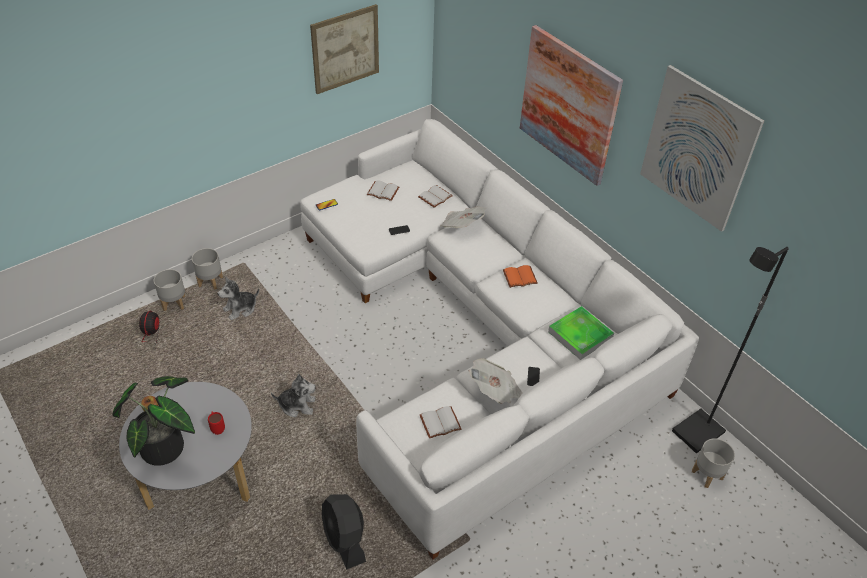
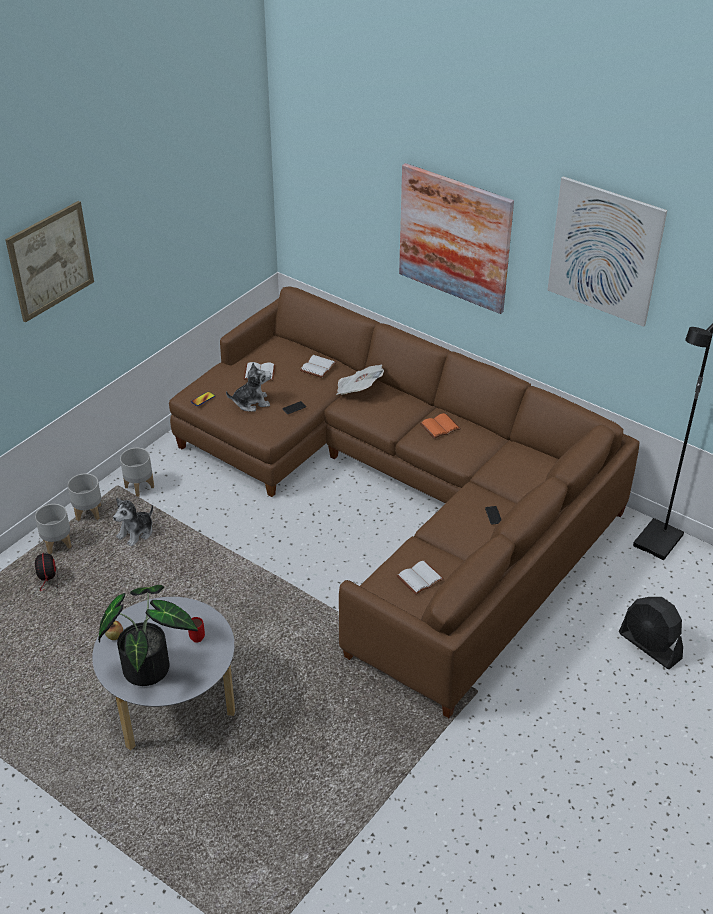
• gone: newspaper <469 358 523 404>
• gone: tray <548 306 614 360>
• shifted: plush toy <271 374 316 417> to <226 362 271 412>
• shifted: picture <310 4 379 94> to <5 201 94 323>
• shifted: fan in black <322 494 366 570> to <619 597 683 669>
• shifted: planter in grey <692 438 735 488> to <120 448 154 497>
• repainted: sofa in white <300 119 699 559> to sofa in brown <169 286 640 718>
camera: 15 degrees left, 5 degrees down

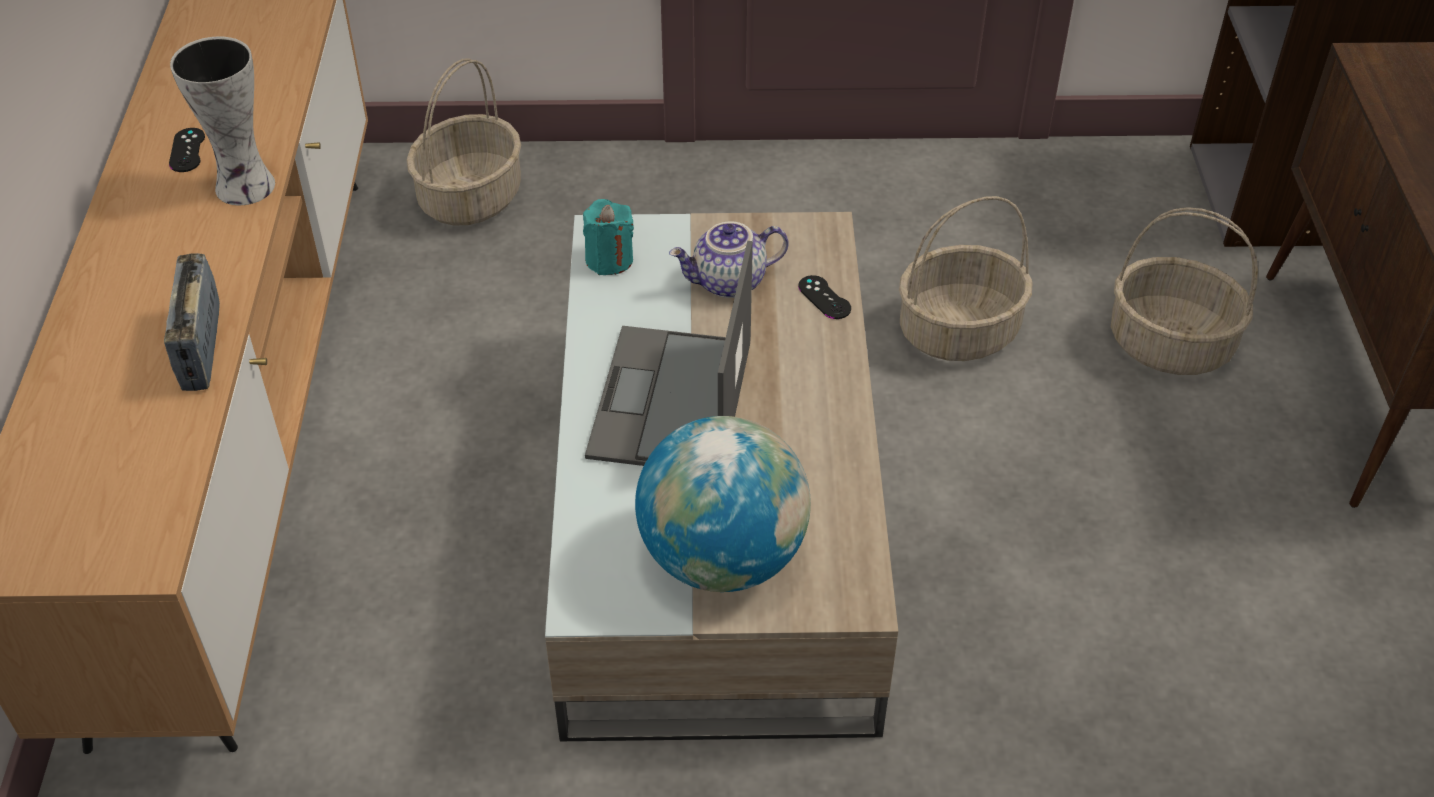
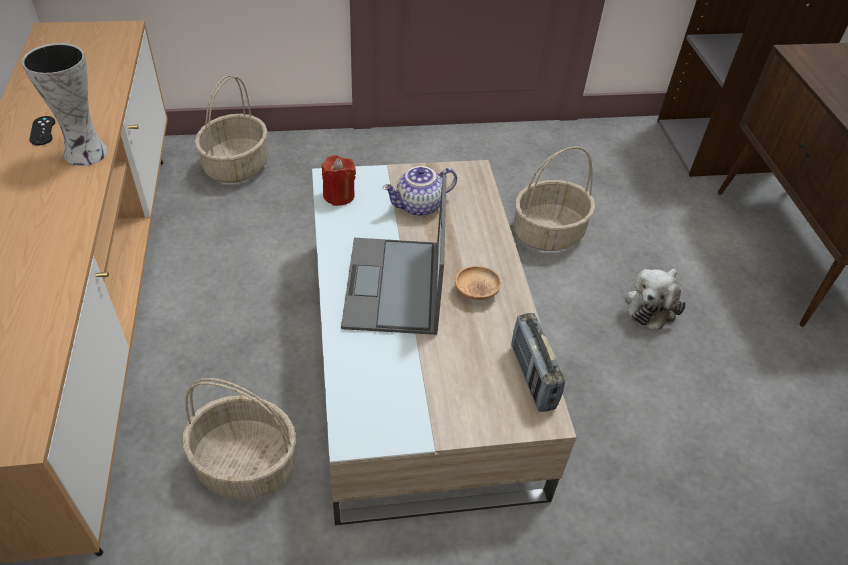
• gone: globe <635 416 811 592>
• gone: game controller in black <798 275 851 319>
• new: bowl in brown <455 266 501 300>
• new: plush toy <625 269 686 331>
• shifted: radio <164 253 220 391> to <511 313 565 412>
• shifted: basket <1111 207 1258 375> to <182 378 296 500>
• repainted: candle in turquoise <583 199 634 275> to candle in red <322 155 356 206>
camera: 10 degrees left, 0 degrees up

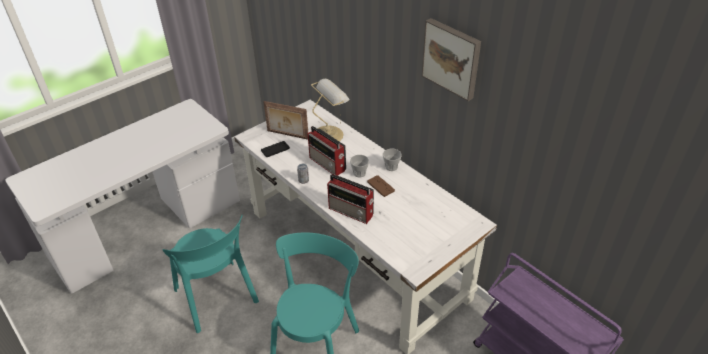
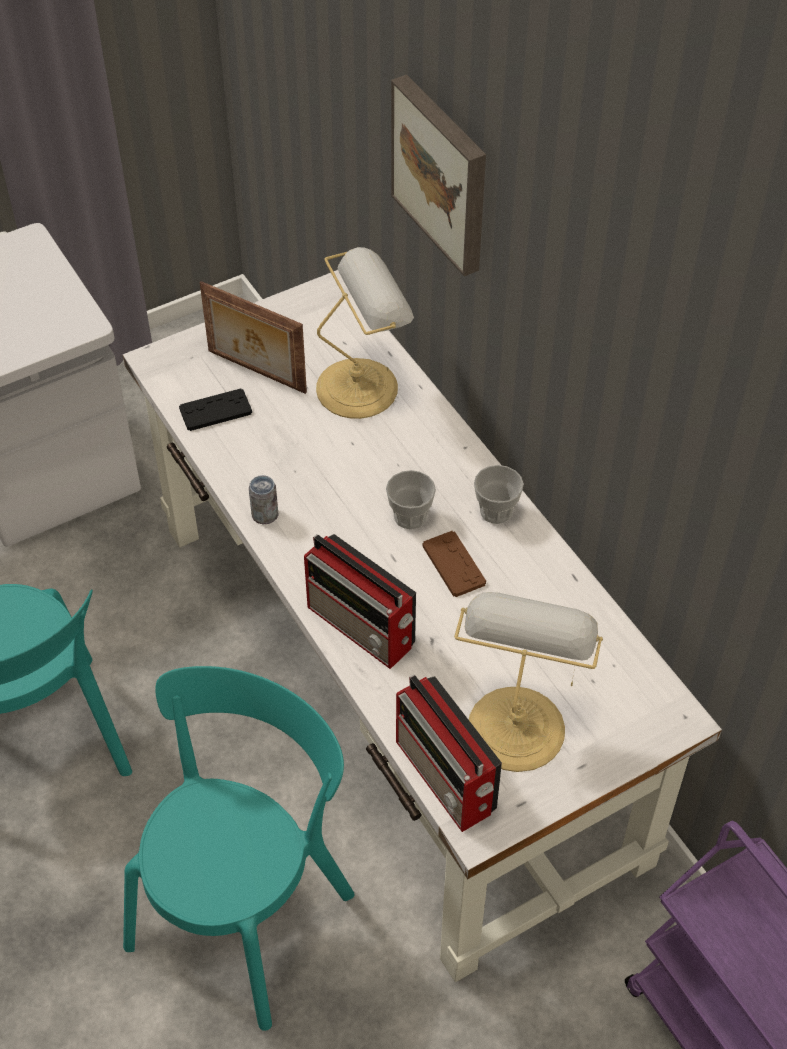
• new: table lamp <454 592 603 772>
• shifted: radio <308 126 346 176> to <396 674 502 832>
• shifted: picture <422 18 481 101> to <391 75 486 276>
camera: 10 degrees right, 10 degrees up

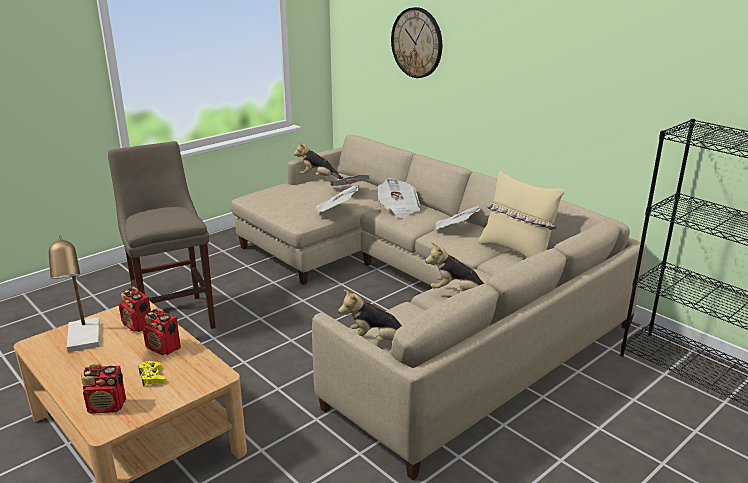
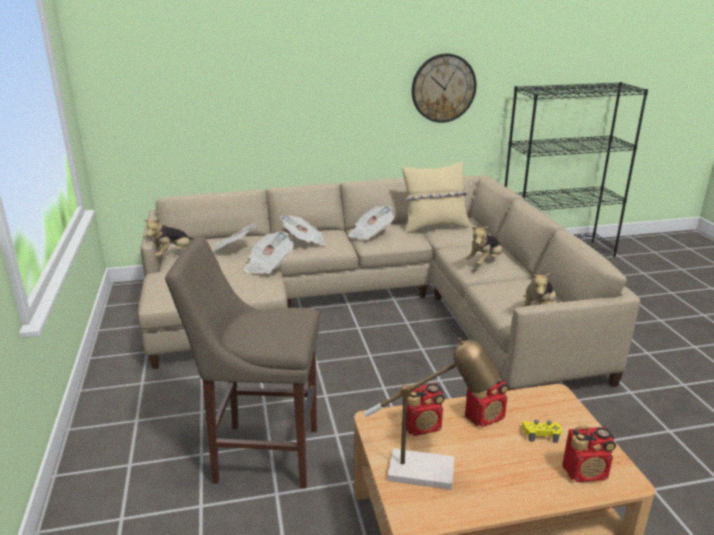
• shifted: wall clock <391 7 442 78> to <412 54 477 123>
• rotated: radio <81 364 126 414> = <562 425 616 482> 60 degrees clockwise
camera: 60 degrees left, 0 degrees up

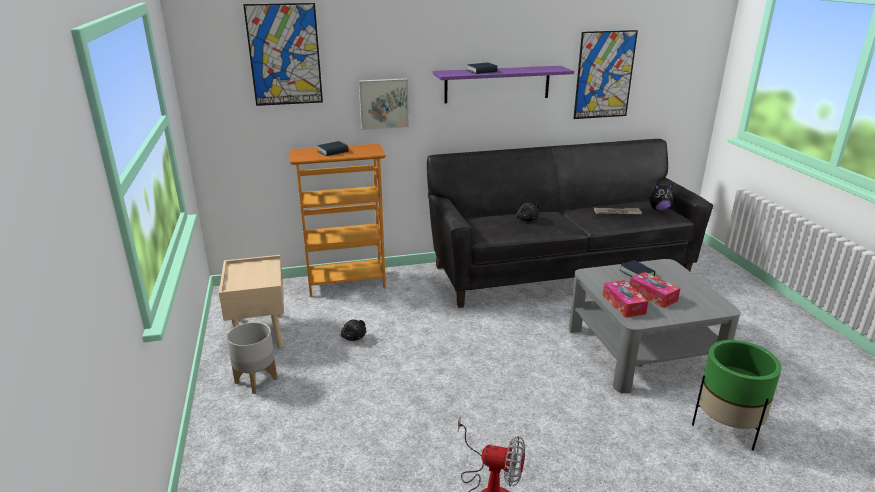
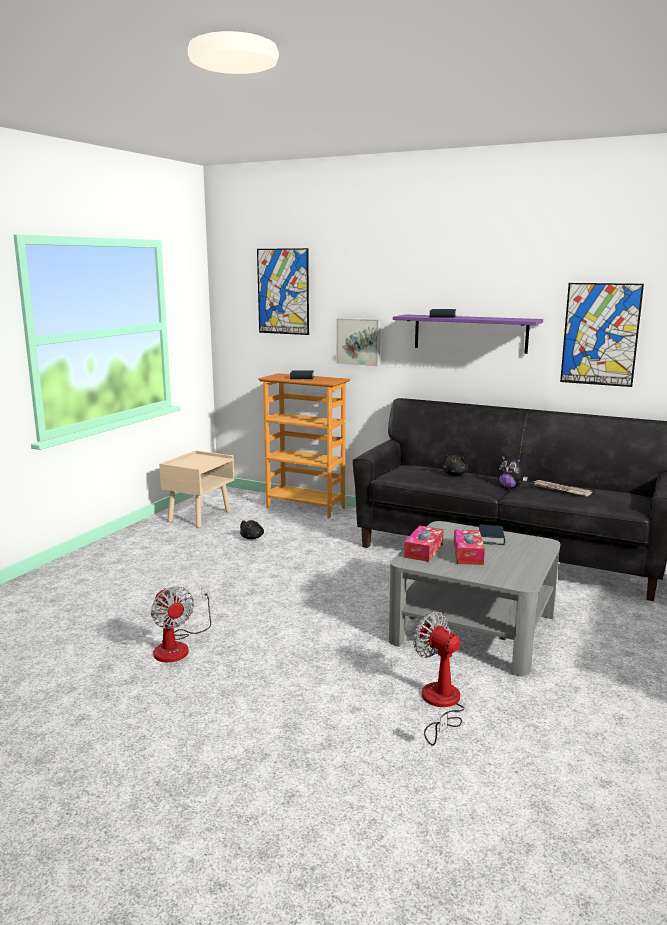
• gone: planter in grey <227 322 277 394>
• shifted: plush toy <649 184 673 211> to <497 455 528 488>
• swapped: planter in green <692 340 782 451> to fan <413 612 464 746>
camera: 40 degrees right, 10 degrees down

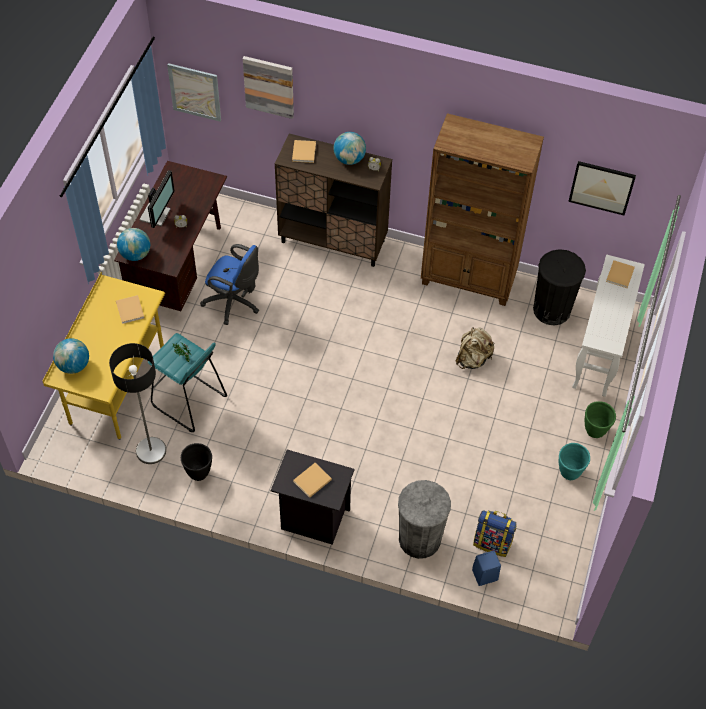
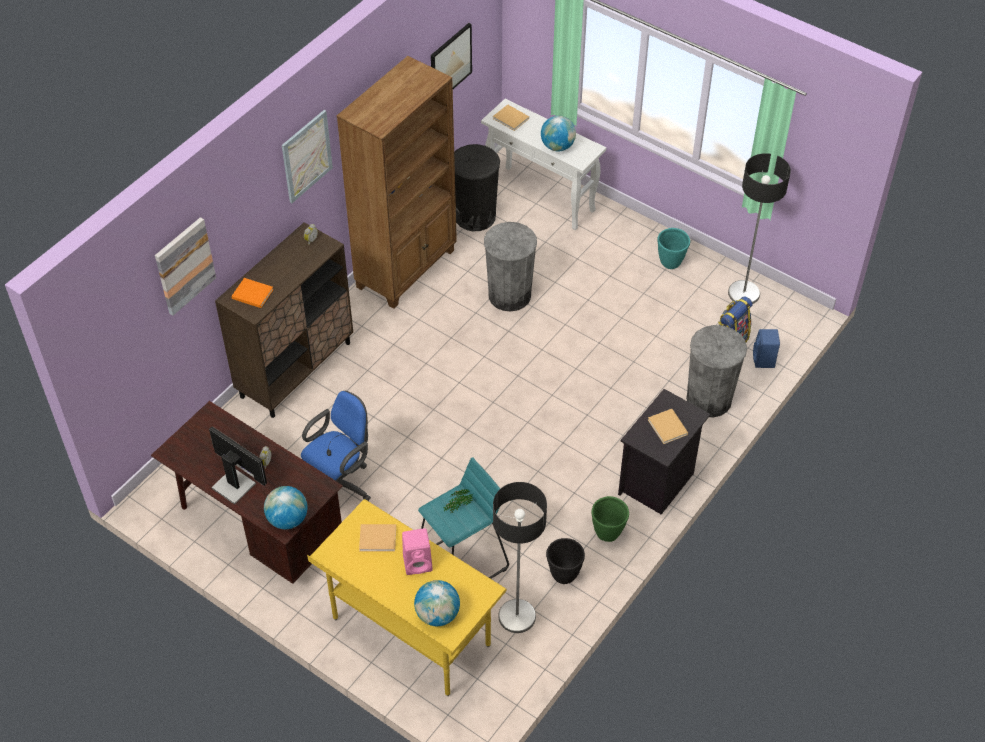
• new: speaker in pink <402 528 433 575>
• new: floor lamp <728 153 791 304>
• shifted: picture <167 63 221 122> to <282 110 333 203>
• shifted: globe <334 132 366 165> to <541 116 576 151>
• shifted: planter in green <585 401 616 438> to <592 496 629 542>
• swapped: backpack in beige <456 327 494 369> to trash can in grey <484 222 537 312>
• repainted: book in beige <292 140 316 163> to book in orange <231 278 274 308>
camera: 70 degrees left, 5 degrees down

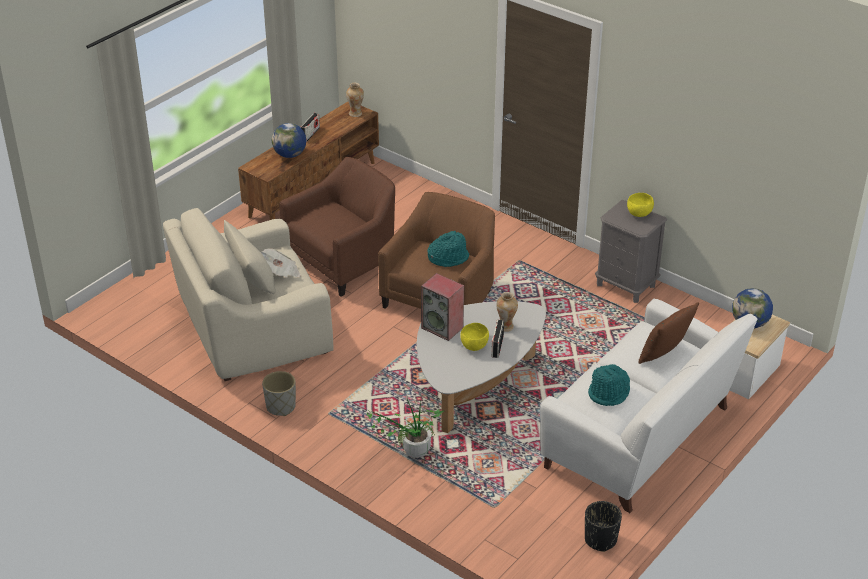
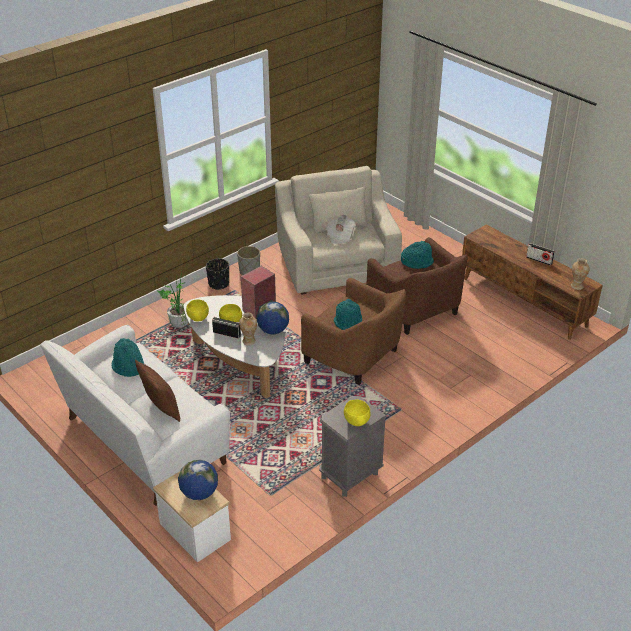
• new: bowl in yellow <186 300 209 321>
• new: hat in turquoise <401 241 434 269>
• shifted: globe <272 123 306 158> to <256 302 289 334>
• shifted: planter in black <585 501 622 552> to <206 258 229 290>
camera: 100 degrees right, 0 degrees up

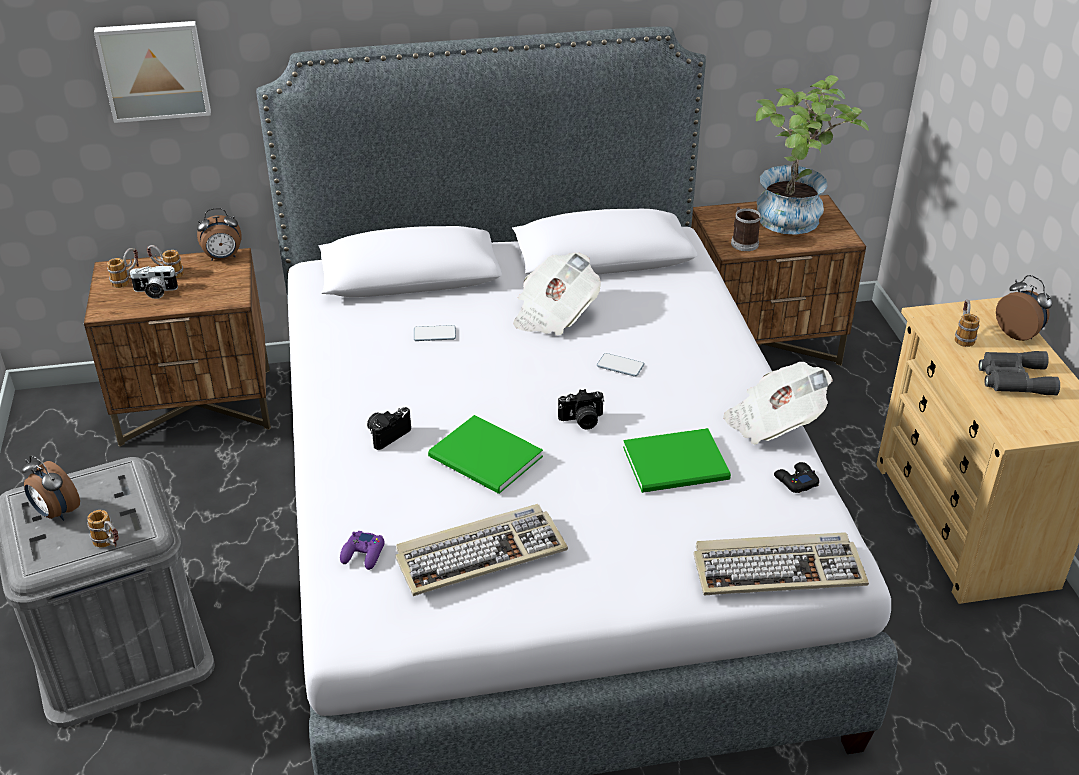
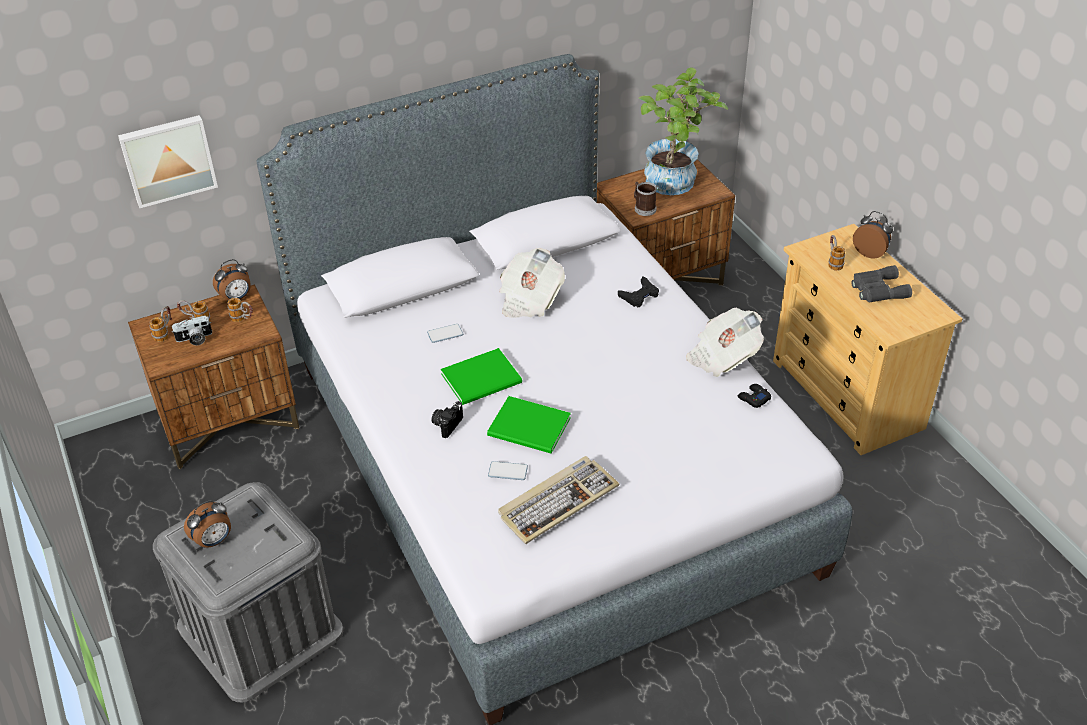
• gone: game controller in purple <340 531 385 570>
• gone: photo camera <558 389 604 430>
• gone: keyboard <693 533 869 596>
• new: game controller in black <618 277 659 308>
• shifted: mug <87 510 119 548> to <228 298 253 322>
• shifted: phone <597 353 644 377> to <488 461 528 480>
• shifted: book in green <623 428 731 493> to <441 348 522 405>
• rotated: alarm clock <21 455 80 521> = <184 501 231 548> 60 degrees counterclockwise
camera: 15 degrees left, 5 degrees up

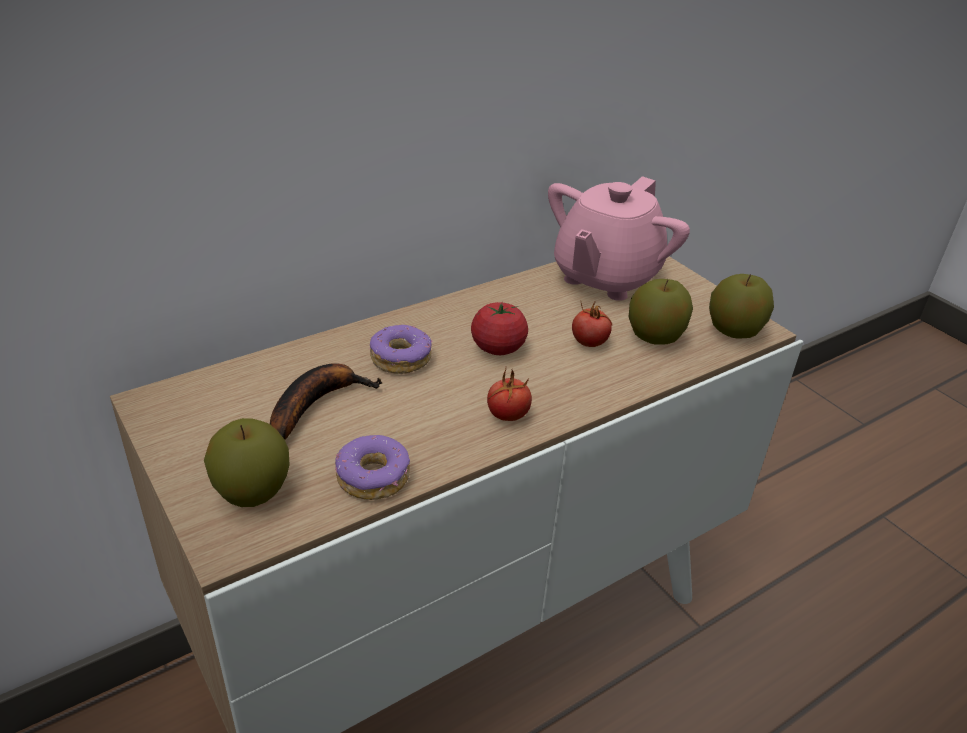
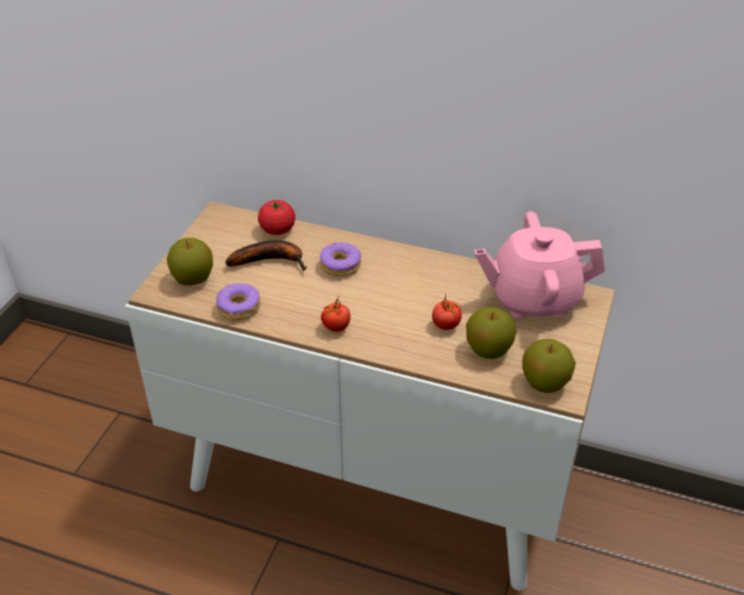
• shifted: tomato <471 302 528 355> to <258 200 295 235>
camera: 55 degrees right, 5 degrees up

